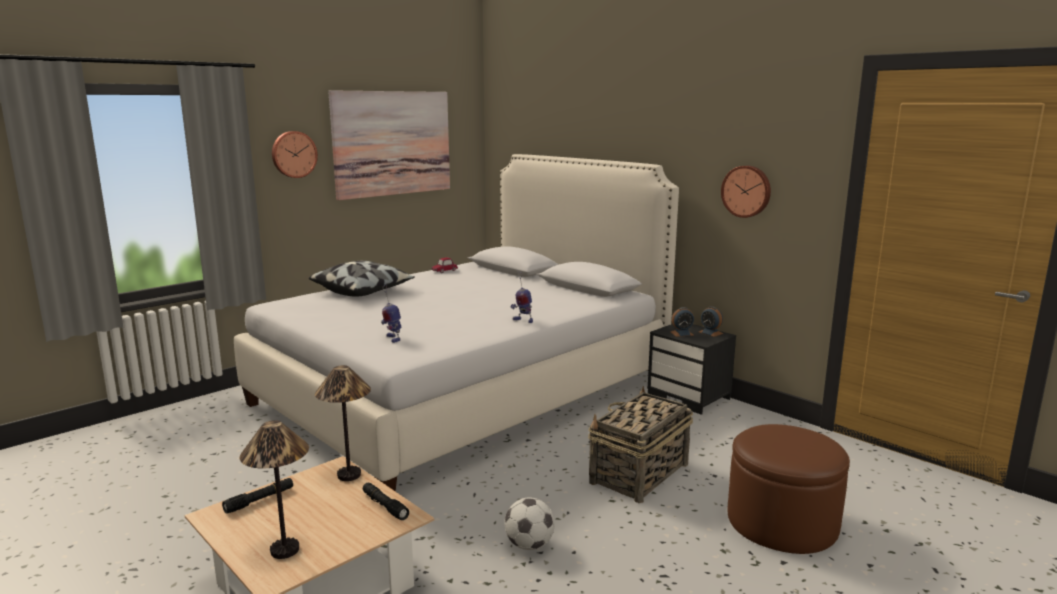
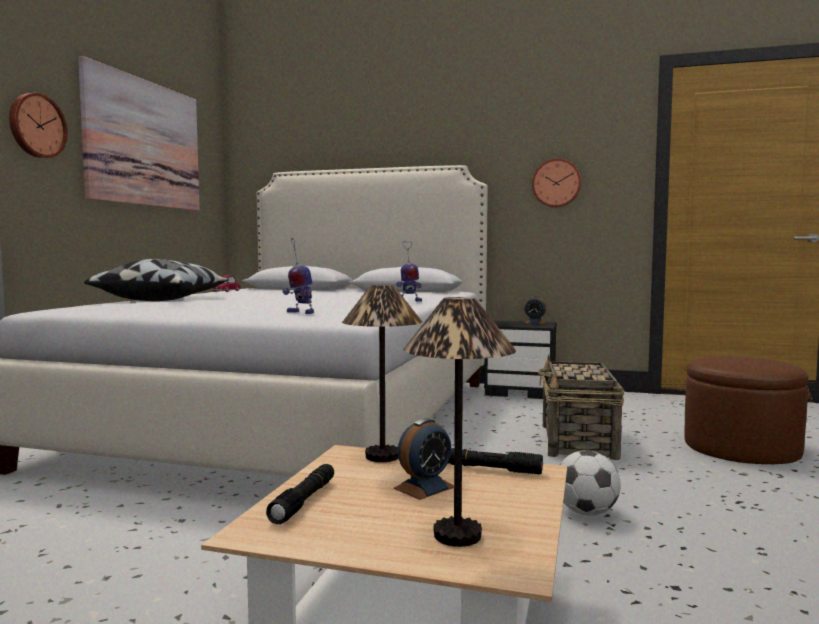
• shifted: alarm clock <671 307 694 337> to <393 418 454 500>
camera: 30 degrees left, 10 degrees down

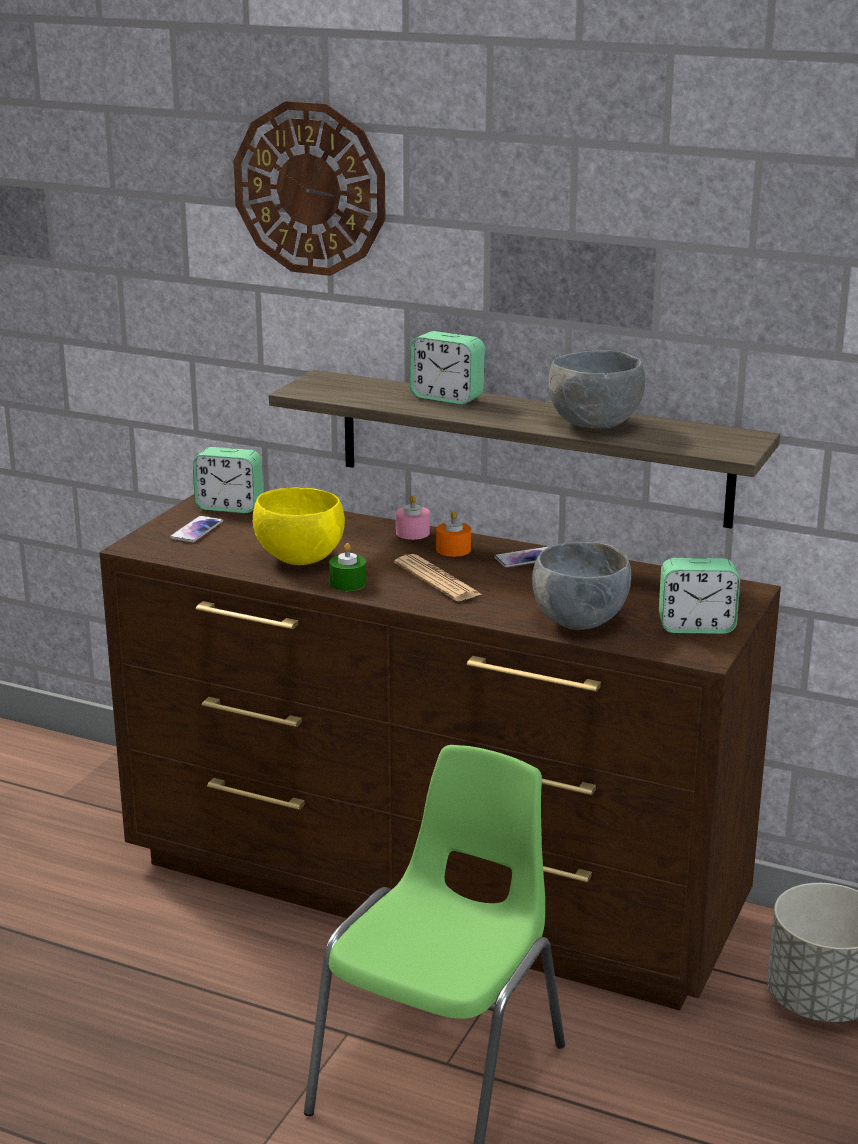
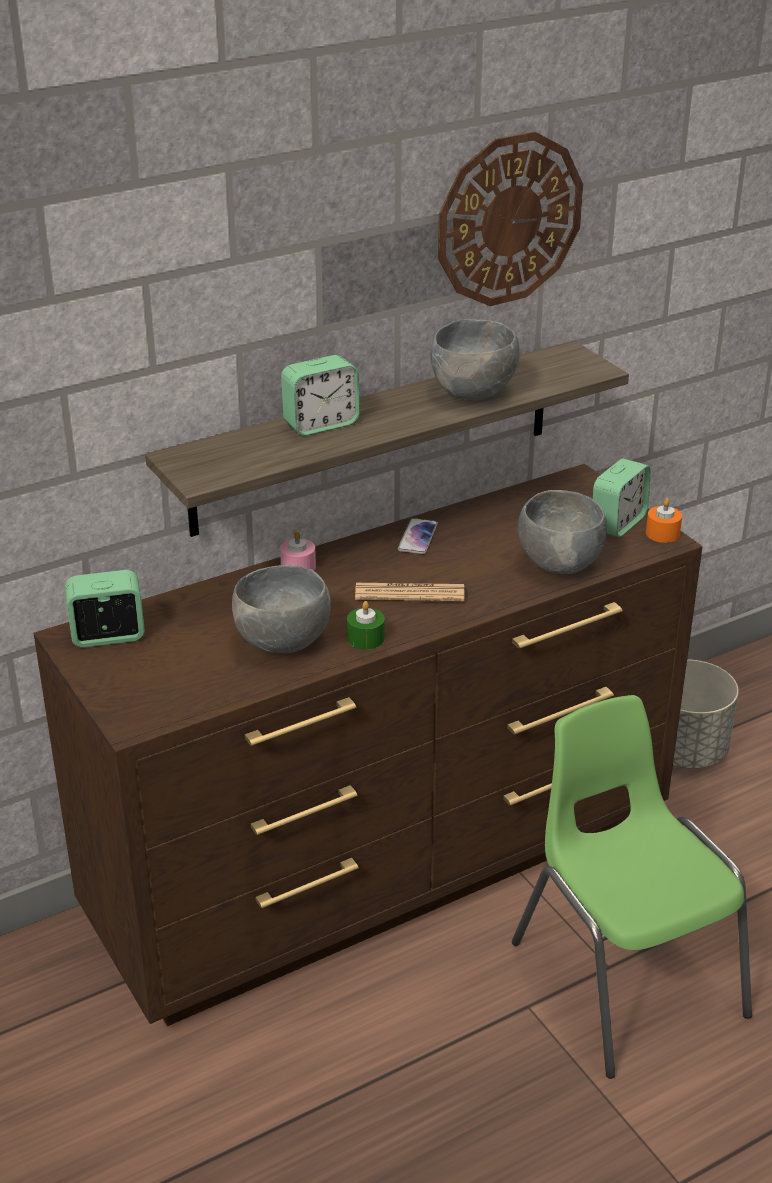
• gone: phone <170 516 223 543>
• shifted: wall clock <234 101 385 276> to <438 132 583 306>
• shifted: candle in orange <436 511 471 557> to <646 498 682 543>
• repainted: bowl in yellow <253 487 345 565> to bowl in grey <232 565 331 653>
• rotated: alarm clock <193 447 263 513> = <65 570 145 648> 150 degrees counterclockwise
camera: 55 degrees left, 10 degrees up

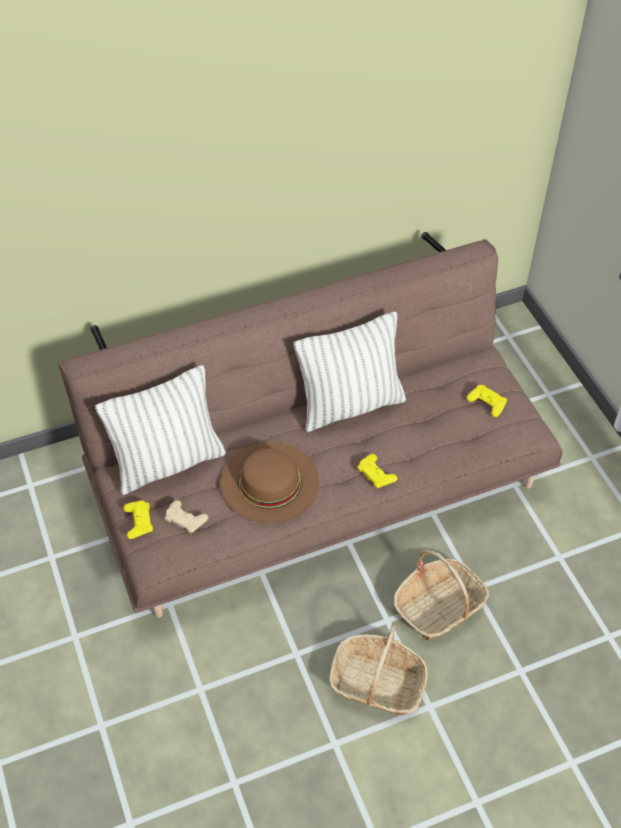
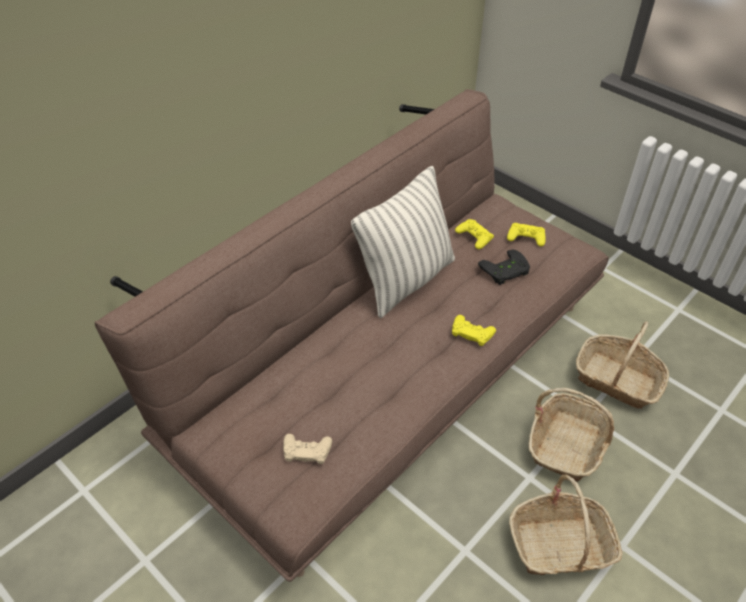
• gone: pillow <95 365 226 495>
• gone: hat in brown <221 442 319 524>
• new: game controller in black <478 249 530 285>
• new: basket <576 321 669 409>
• shifted: game controller in yellow <123 501 153 539> to <455 219 494 249>
camera: 25 degrees left, 5 degrees down

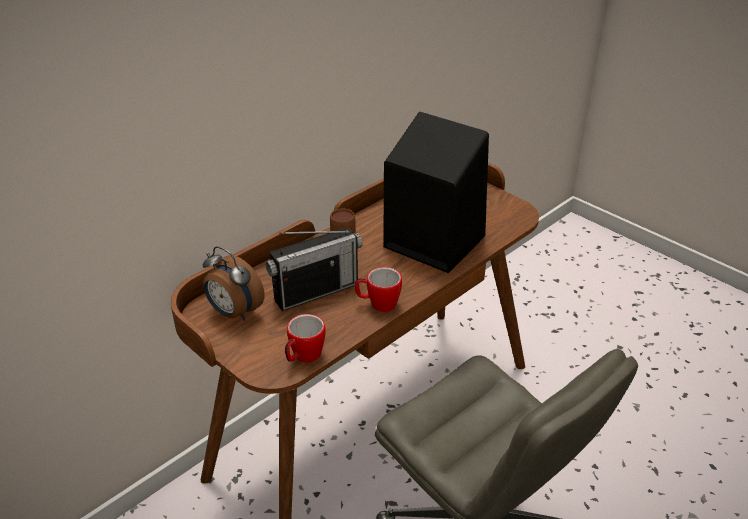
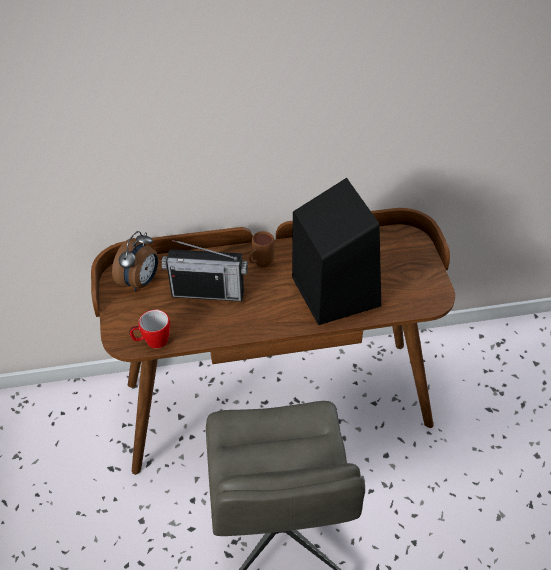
• gone: mug <355 267 402 312>
• rotated: alarm clock <203 246 265 321> = <112 231 158 292> 135 degrees counterclockwise
camera: 35 degrees right, 10 degrees up

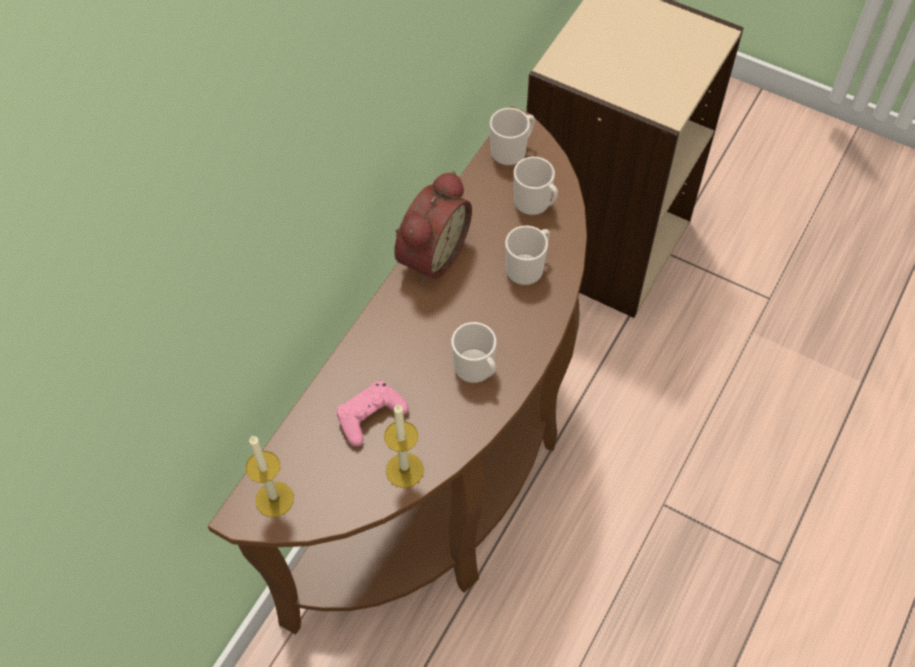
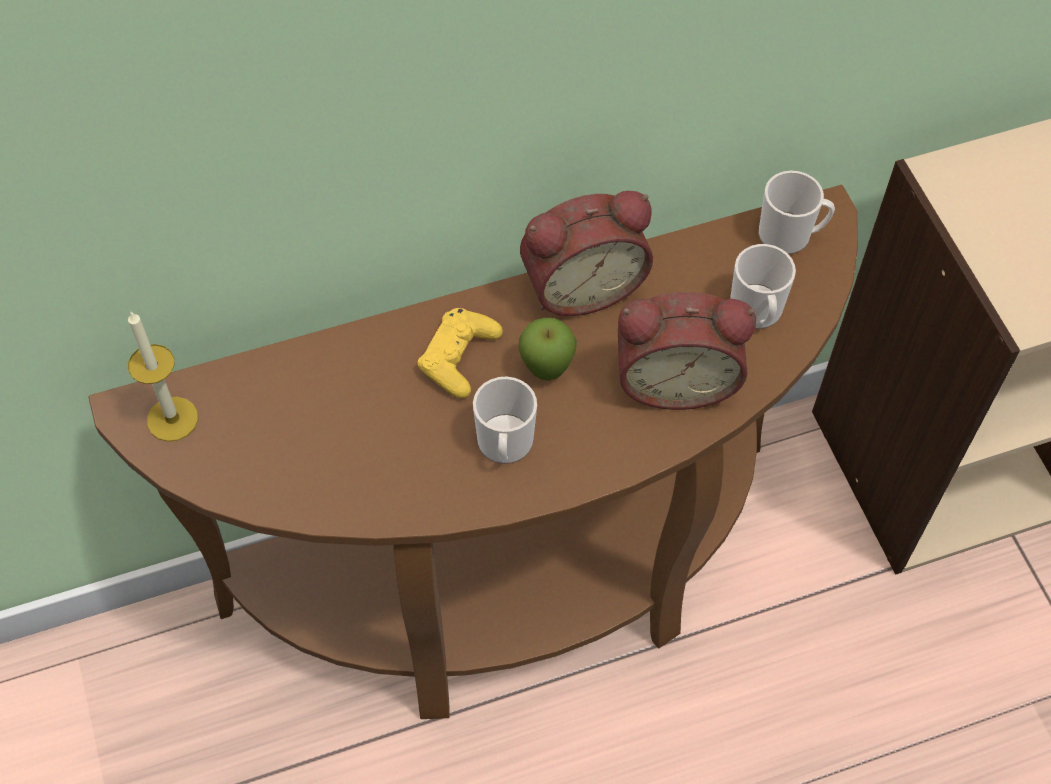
• gone: game controller in pink <337 381 409 446>
• gone: candle <384 404 424 488>
• new: game controller in yellow <418 308 503 398>
• new: apple <518 318 577 381>
• swapped: mug <505 226 550 285> to alarm clock <618 292 756 410>
camera: 40 degrees right, 0 degrees up

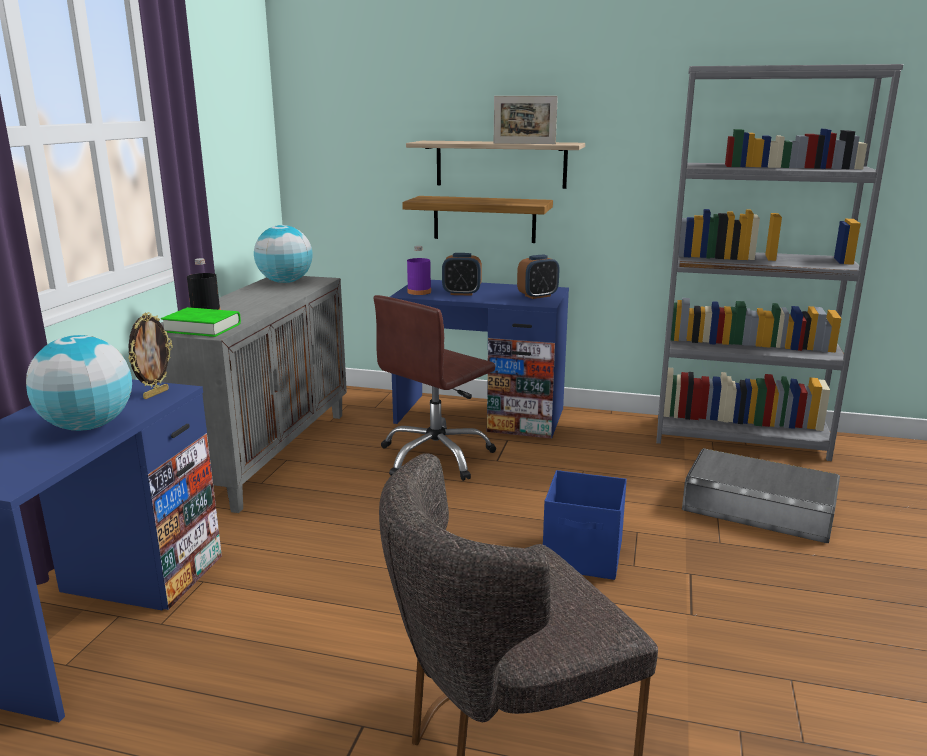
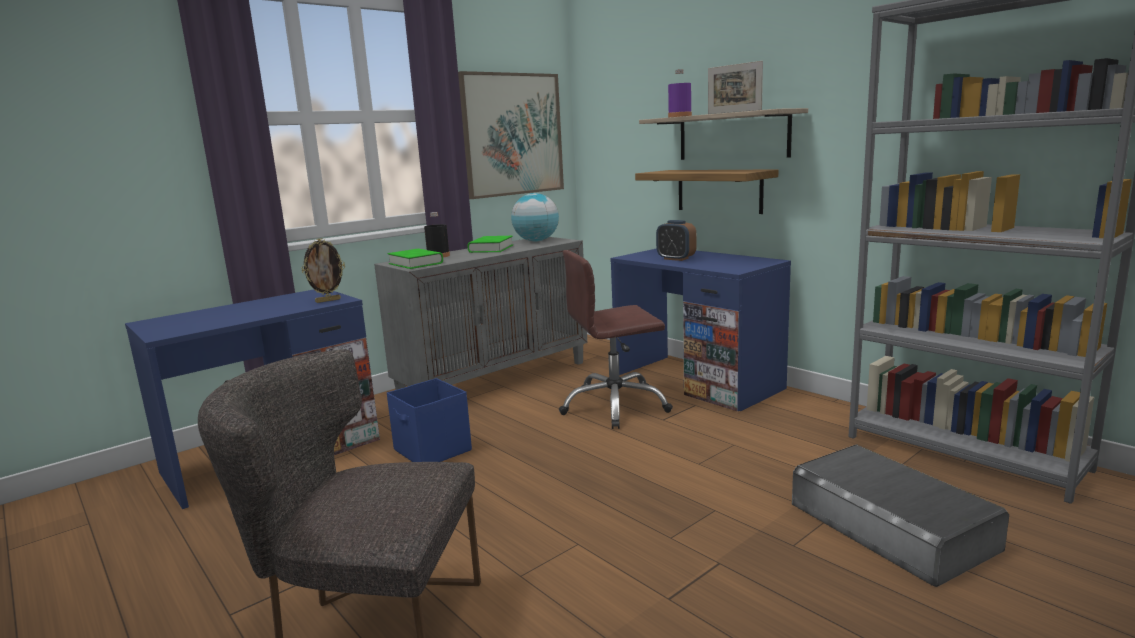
• gone: globe <26 335 132 431>
• gone: alarm clock <517 255 560 299>
• new: picture <458 71 564 199>
• new: book in green <468 236 513 253>
• shifted: bottle in purple <407 246 431 295> to <668 69 692 118>
• shifted: storage box in blue <543 470 627 580> to <387 378 472 462>
camera: 35 degrees right, 5 degrees down

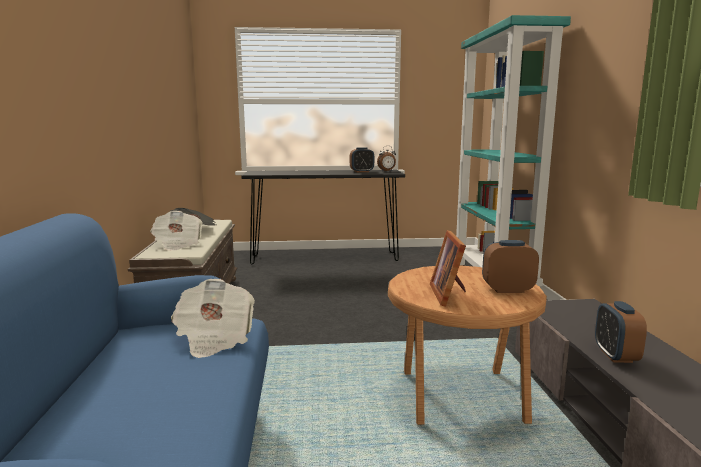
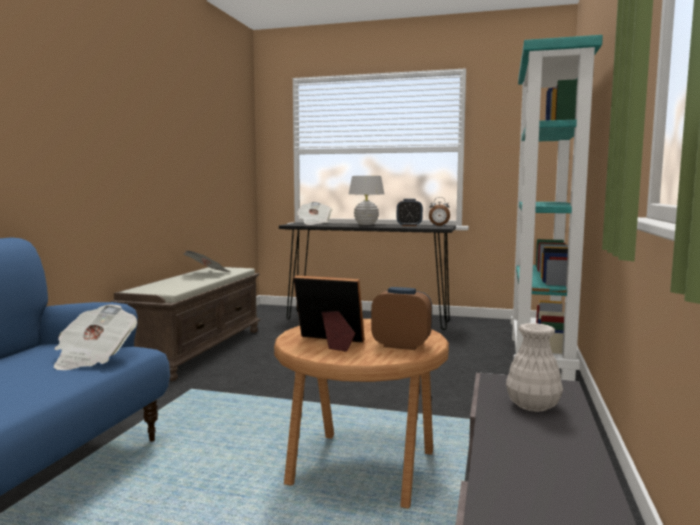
• gone: alarm clock <595 301 647 363>
• new: table lamp in white <349 176 384 225>
• new: vase in white <506 323 563 412>
• shifted: newspaper <150 211 203 251> to <297 202 332 225>
• rotated: picture frame <430 230 466 307> = <294 275 365 352> 90 degrees clockwise
camera: 20 degrees right, 5 degrees down

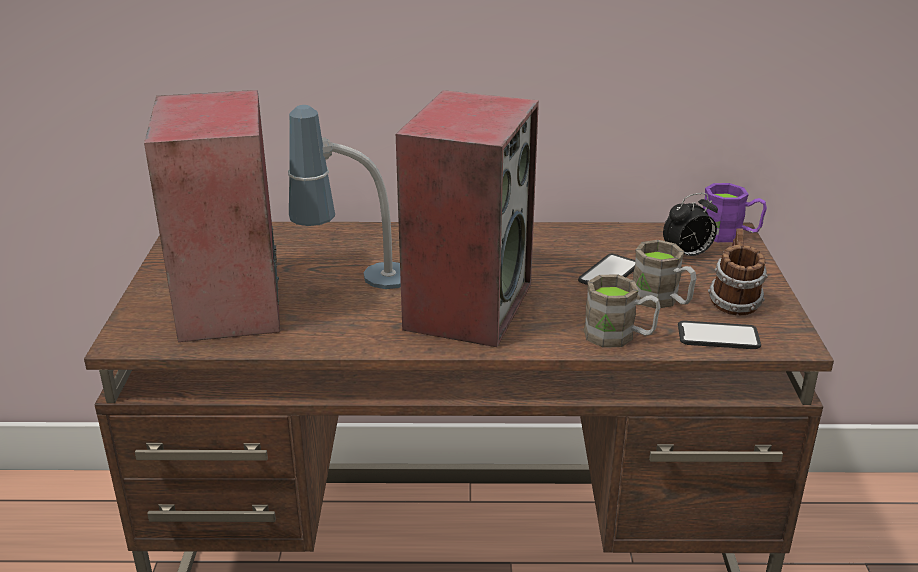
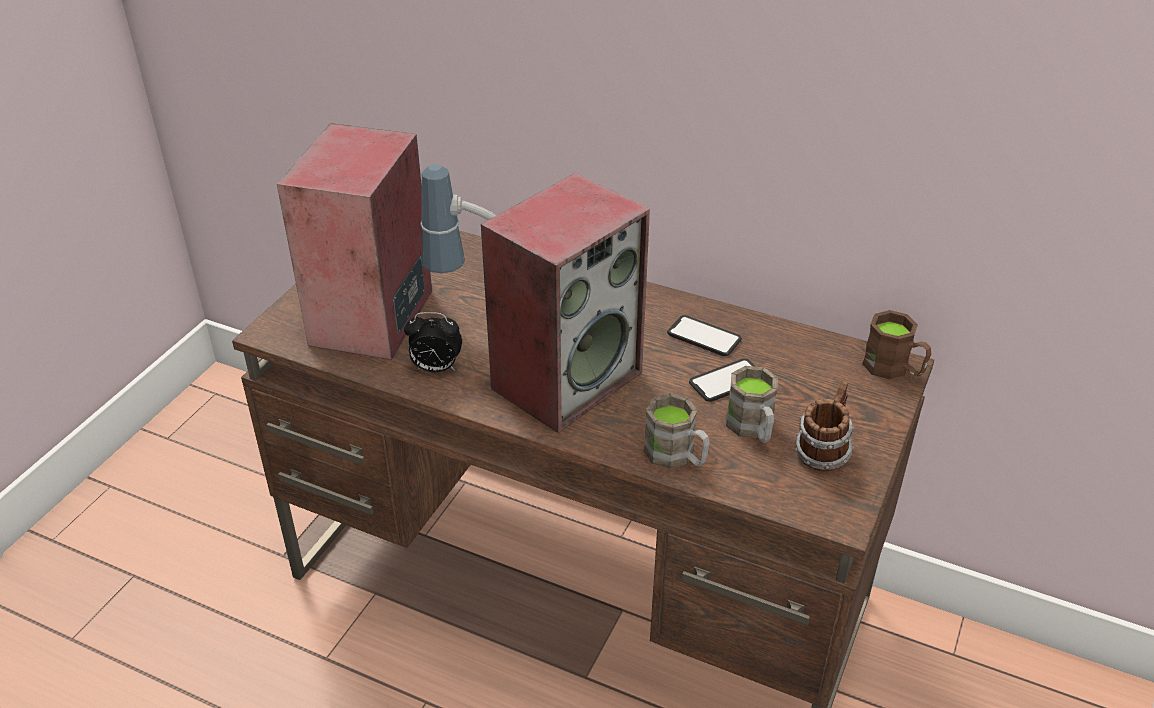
• shifted: alarm clock <663 193 718 256> to <404 312 462 372>
• shifted: phone <678 321 761 349> to <667 315 742 356>
• repainted: mug in purple <703 183 767 242> to mug in brown <862 310 931 379>
camera: 25 degrees right, 10 degrees up

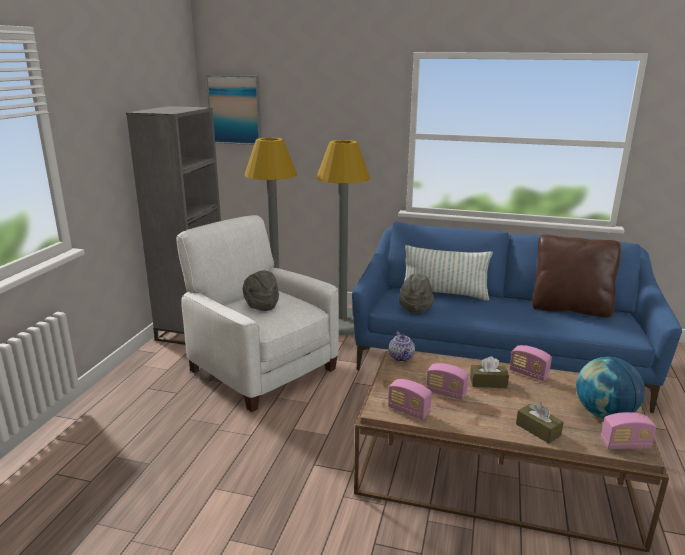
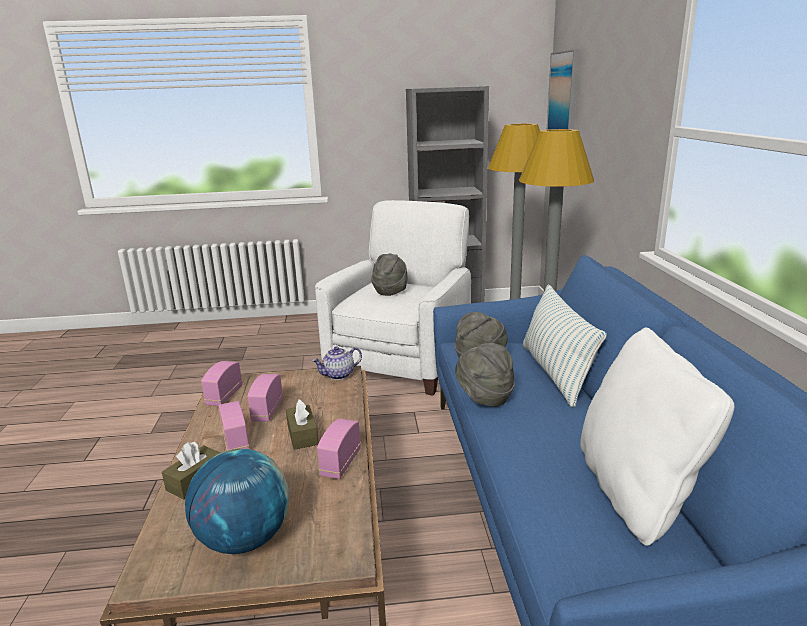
• new: hat in grey <455 343 515 407>
• shifted: radio <601 412 656 449> to <218 401 249 451>
• repainted: pillow in brown <532 234 621 318> to pillow in white <580 328 734 546>
camera: 70 degrees right, 0 degrees up

